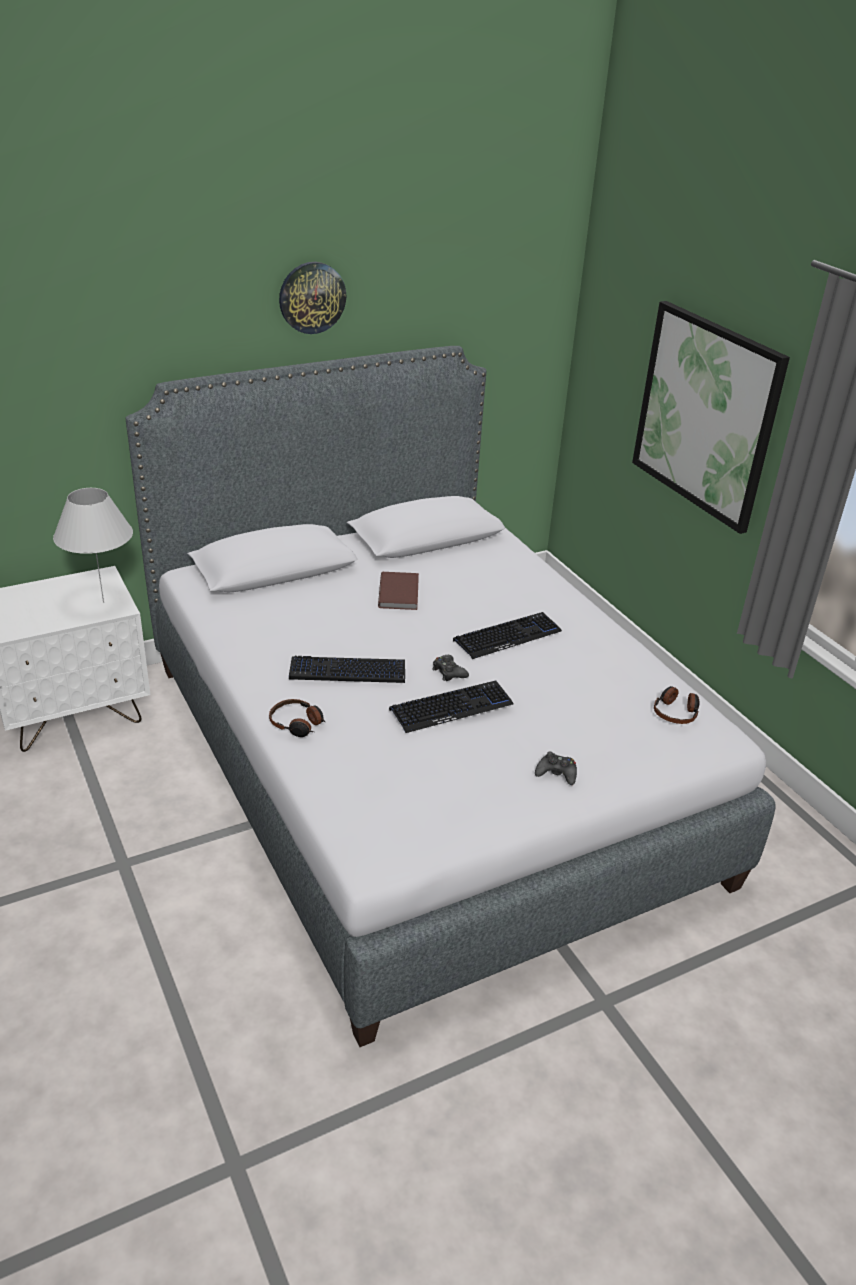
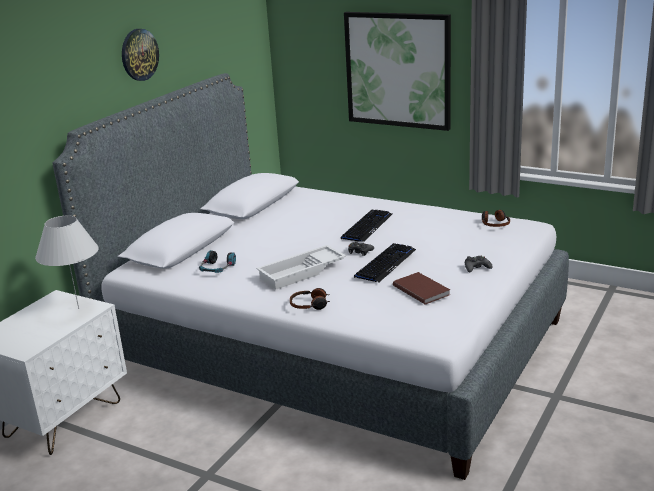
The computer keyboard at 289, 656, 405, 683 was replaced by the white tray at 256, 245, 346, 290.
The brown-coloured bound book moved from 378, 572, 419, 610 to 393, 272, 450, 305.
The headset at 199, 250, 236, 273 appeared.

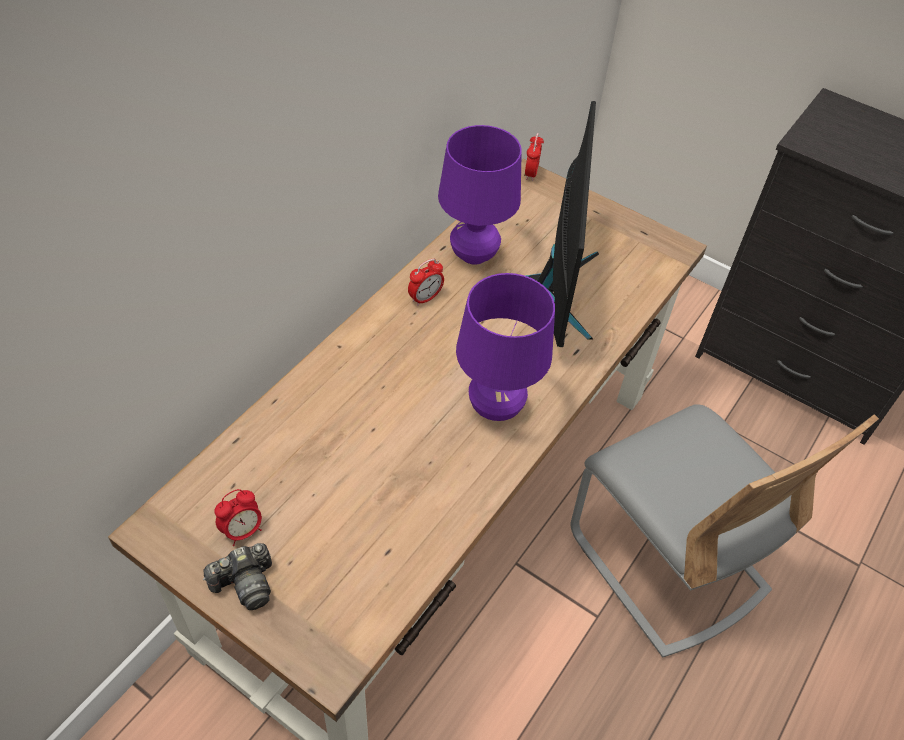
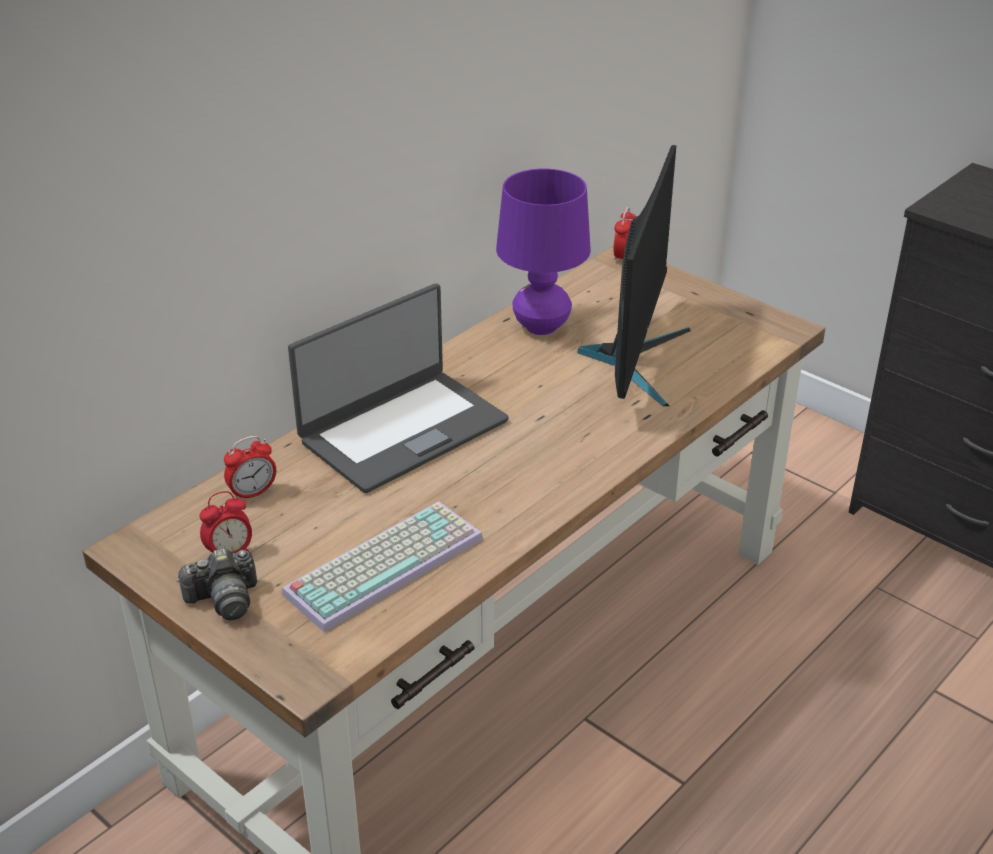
The table clock moved from 408, 258, 444, 306 to 224, 436, 276, 499.
The purple tabletop lamp at 456, 273, 555, 421 disappeared.
The greyish chair at 571, 404, 879, 657 disappeared.
The computer keyboard at 282, 501, 483, 633 appeared.
The portable computer at 288, 284, 508, 493 appeared.

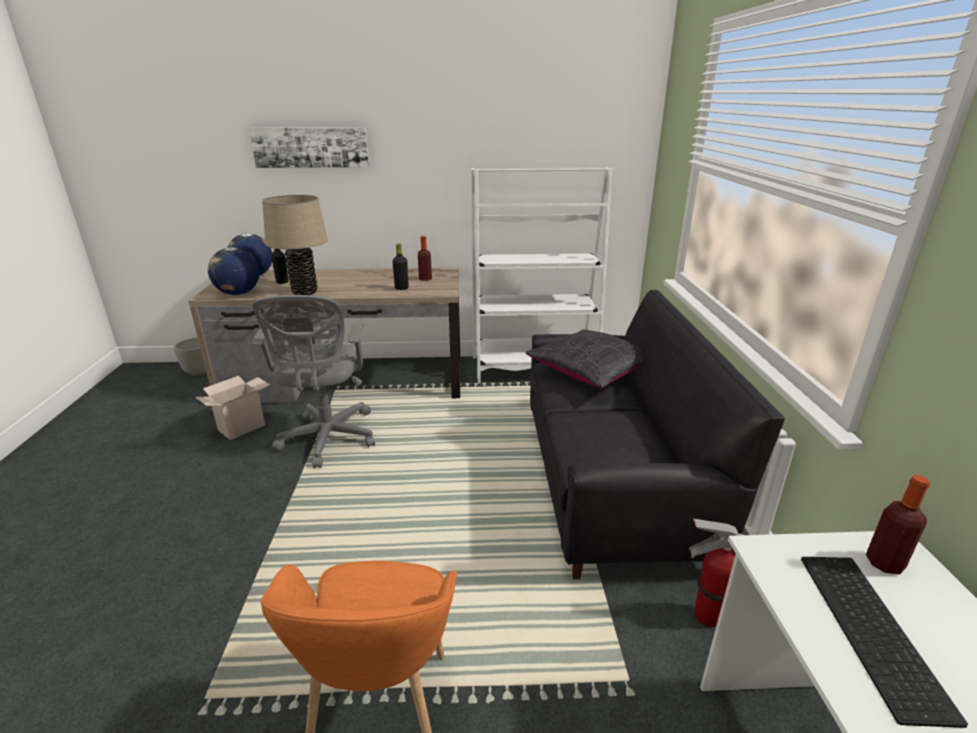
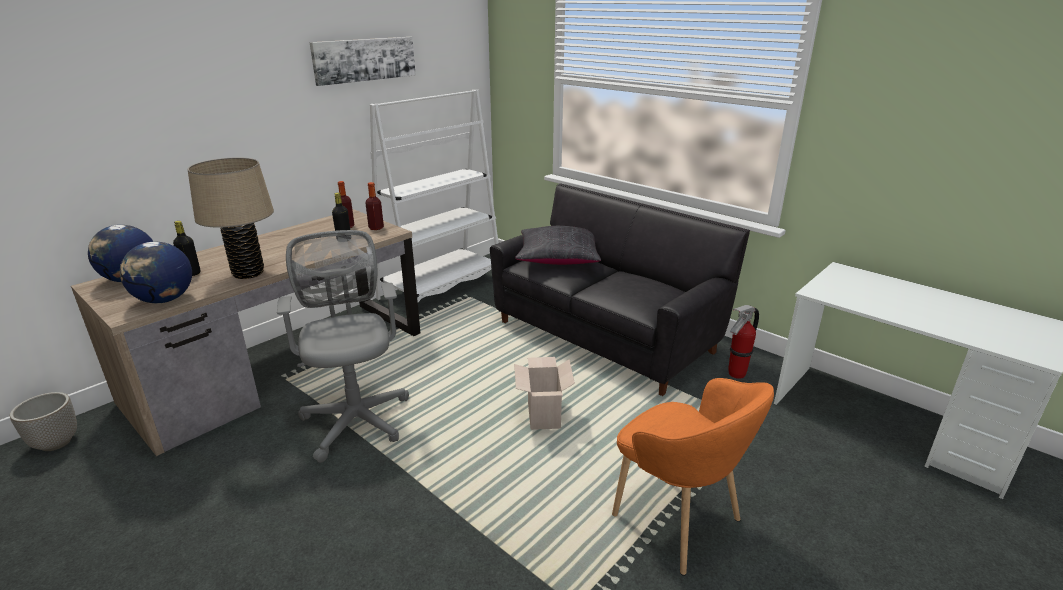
The carton moved from 195, 376, 270, 440 to 514, 357, 575, 430.
The wall art moved from 249, 127, 369, 168 to 309, 37, 416, 86.
The greyish computer chair at 251, 295, 375, 468 turned 150 degrees counterclockwise.
The computer keyboard at 801, 557, 968, 728 disappeared.
The drink bottle moved from 866, 475, 930, 575 to 365, 182, 384, 230.

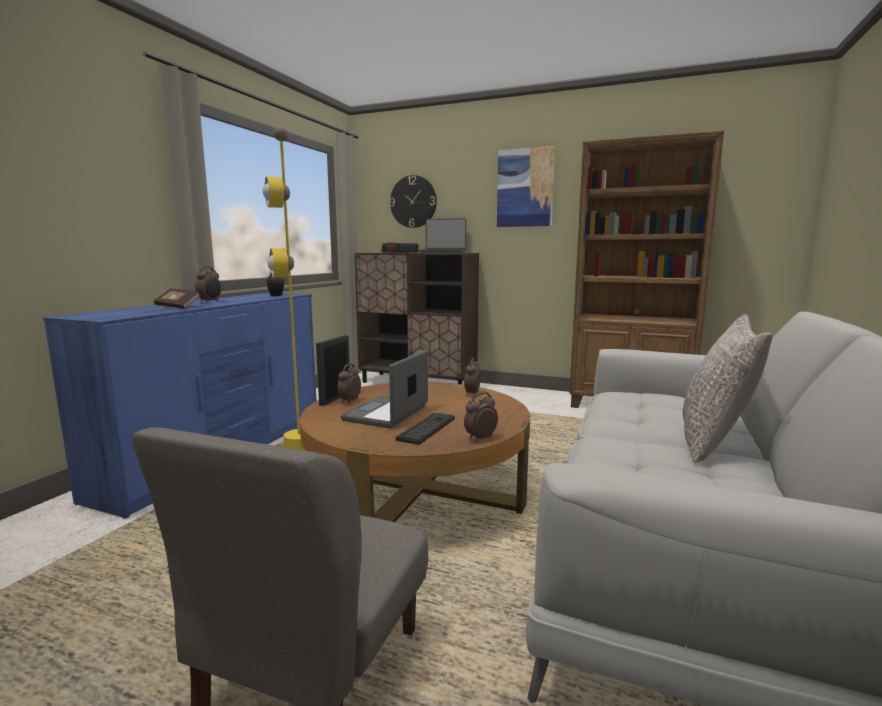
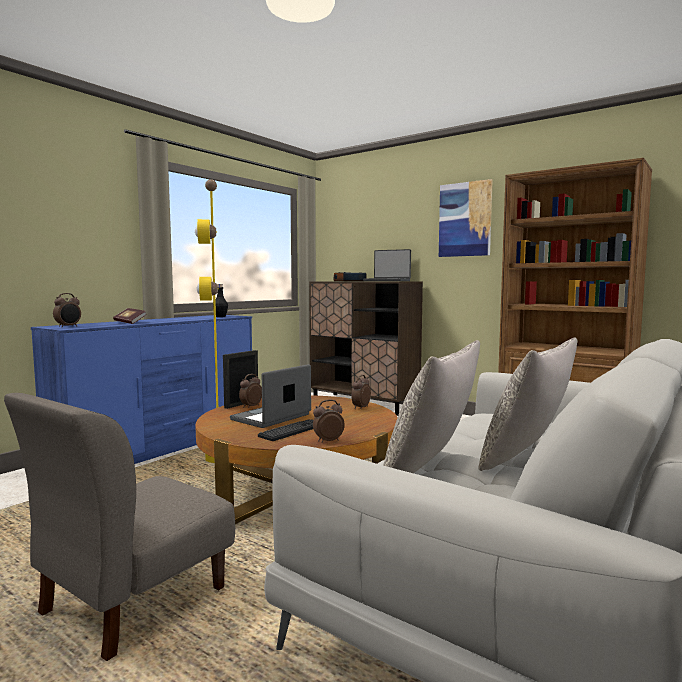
The table clock moved from 195, 266, 221, 303 to 53, 293, 81, 327.
The wall clock at 390, 175, 437, 228 disappeared.
The greyish throw pillow at 383, 340, 480, 473 appeared.

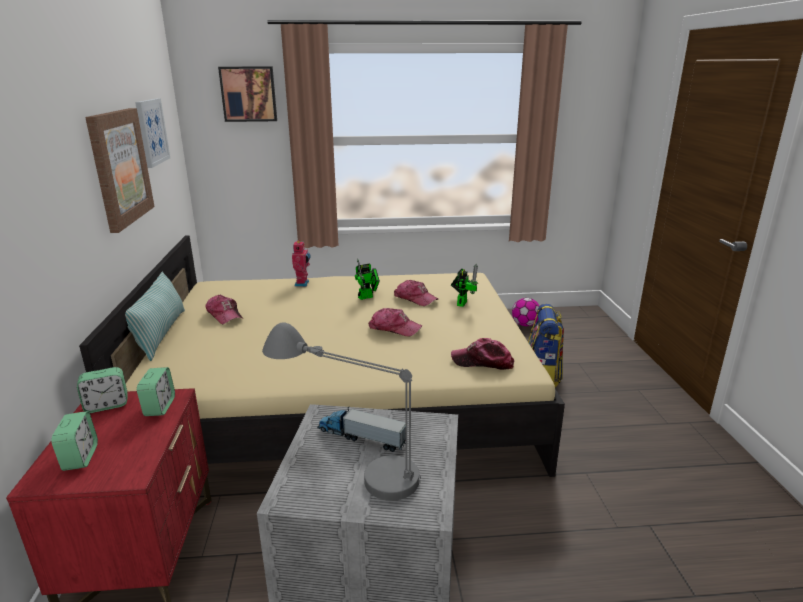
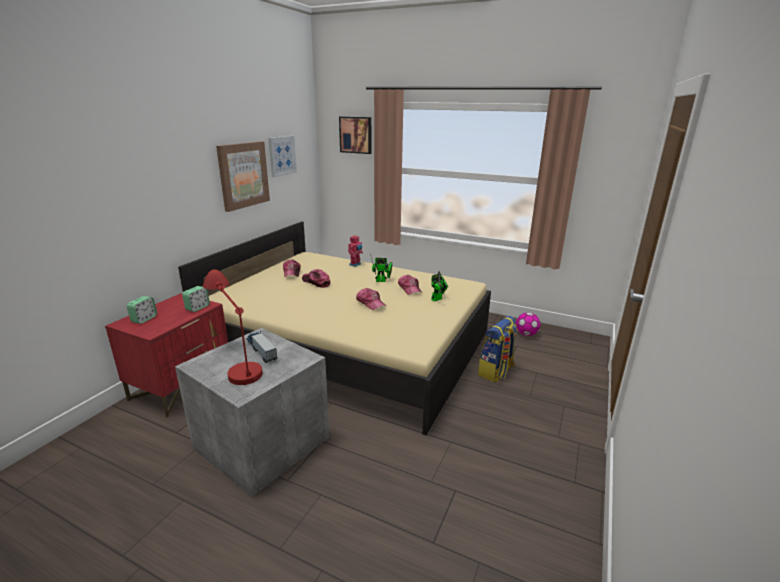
The table clock at 77, 367, 128, 413 disappeared.
The throw pillow at 125, 272, 185, 361 disappeared.
The greyish tabletop lamp at 262, 322, 421, 501 became the red-coloured tabletop lamp at 203, 269, 263, 385.
The cap moved from 451, 338, 514, 370 to 302, 269, 330, 288.

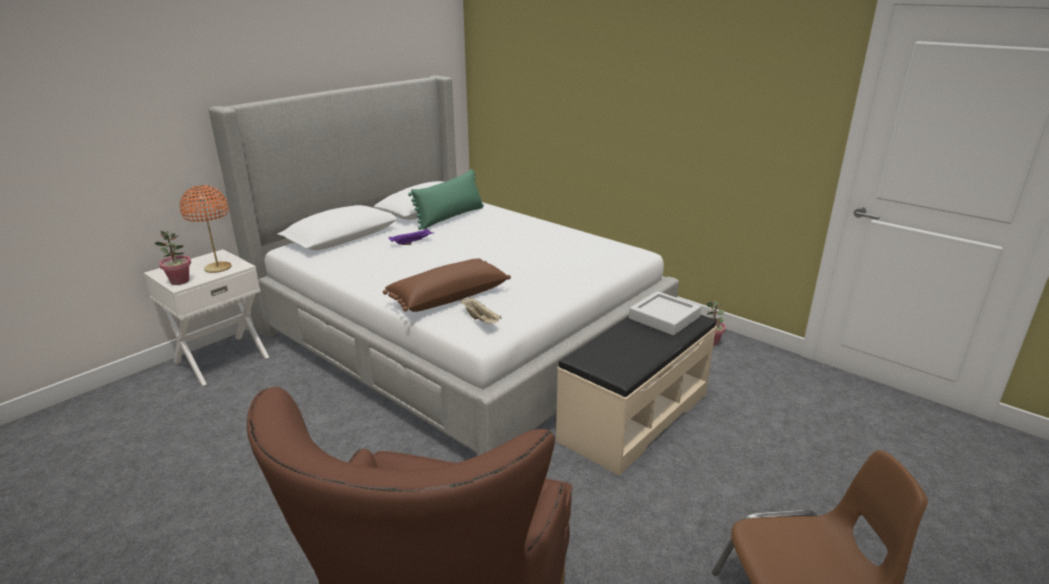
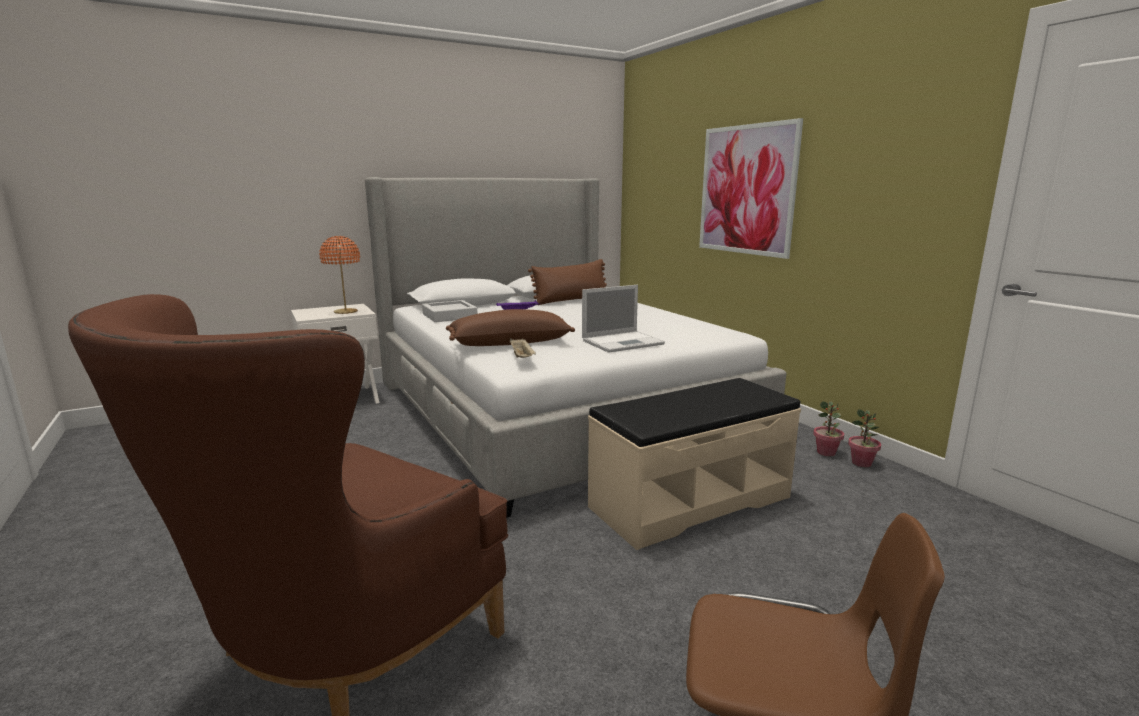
The houseplant moved from 154, 231, 191, 285 to 848, 409, 881, 467.
The greenish throw pillow at 408, 169, 484, 230 became the brown-coloured throw pillow at 528, 259, 607, 305.
The greyish tray moved from 629, 291, 701, 336 to 422, 300, 478, 322.
The portable computer at 582, 285, 665, 353 appeared.
The wall art at 699, 118, 803, 259 appeared.

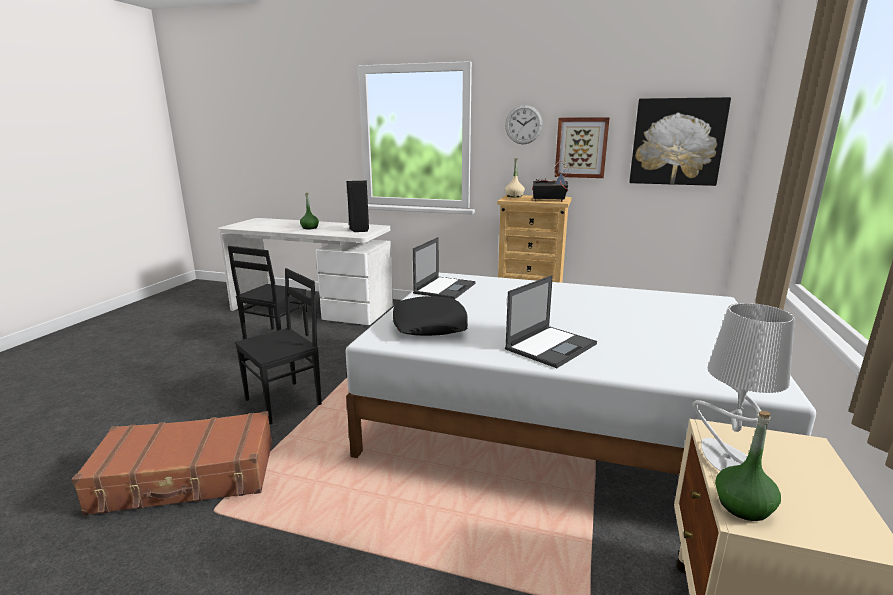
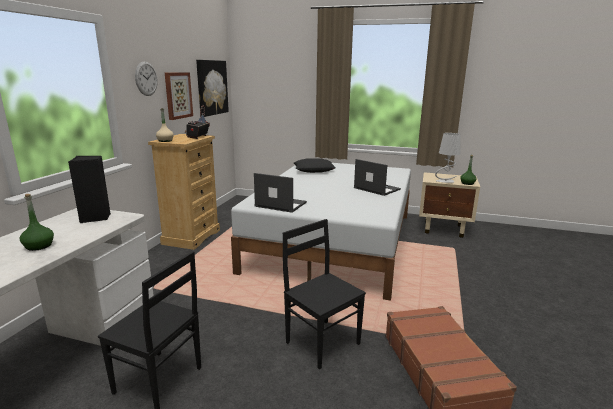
The black throw pillow moved from 393, 296, 468, 336 to 294, 159, 336, 173.

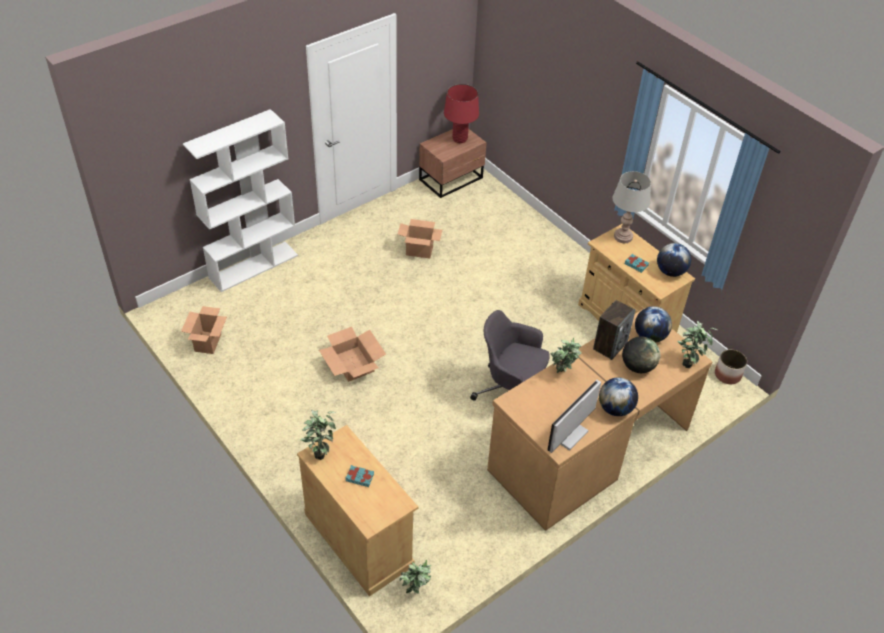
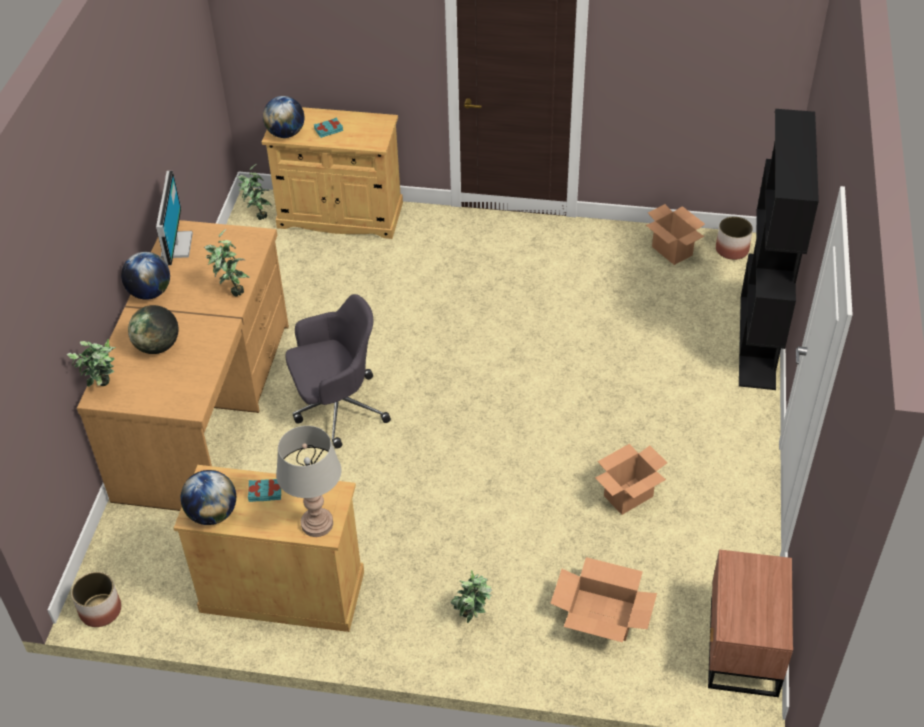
The white bookshelf at 183, 109, 298, 292 became the black bookshelf at 739, 109, 819, 390.
The houseplant moved from 300, 410, 336, 460 to 451, 571, 492, 623.
The carton moved from 319, 327, 386, 382 to 550, 557, 657, 643.
The red-coloured tabletop lamp at 444, 84, 479, 143 disappeared.
The speaker at 593, 300, 635, 360 disappeared.
The world globe moved from 635, 306, 672, 343 to 263, 96, 304, 138.
The flower pot at 716, 216, 753, 260 appeared.

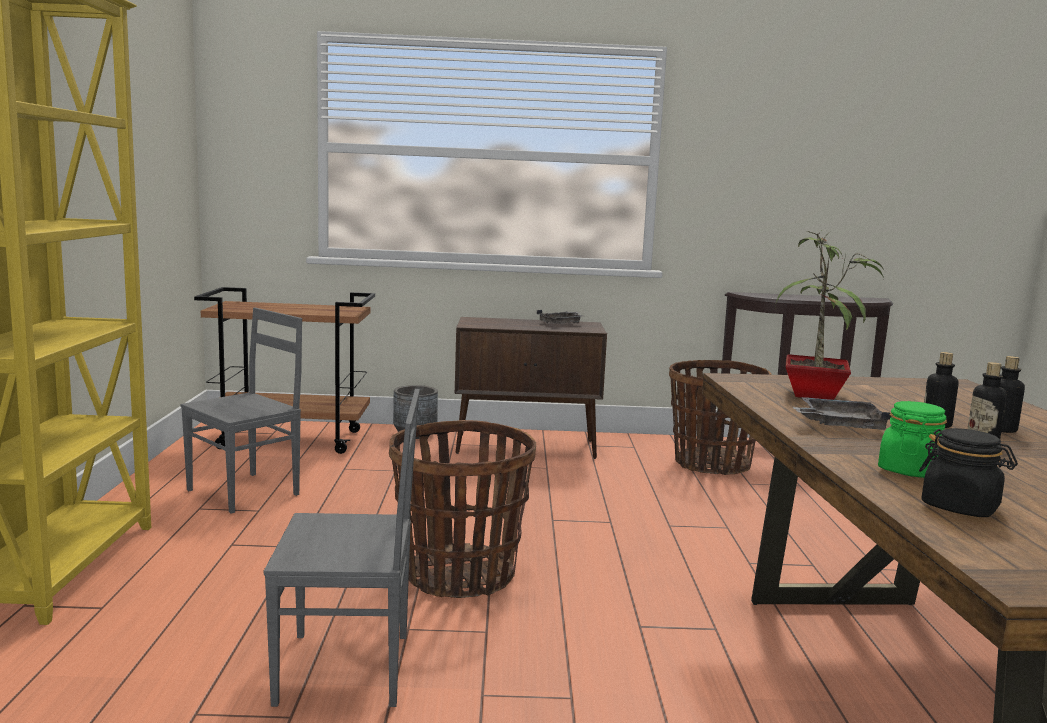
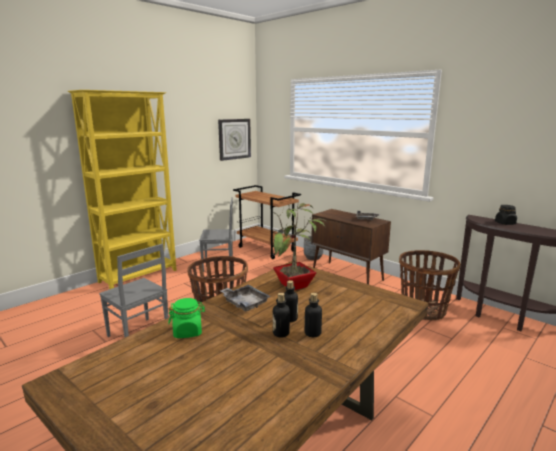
The black jar moved from 919, 428, 1018, 517 to 495, 205, 517, 225.
The wall clock at 218, 119, 251, 161 appeared.

